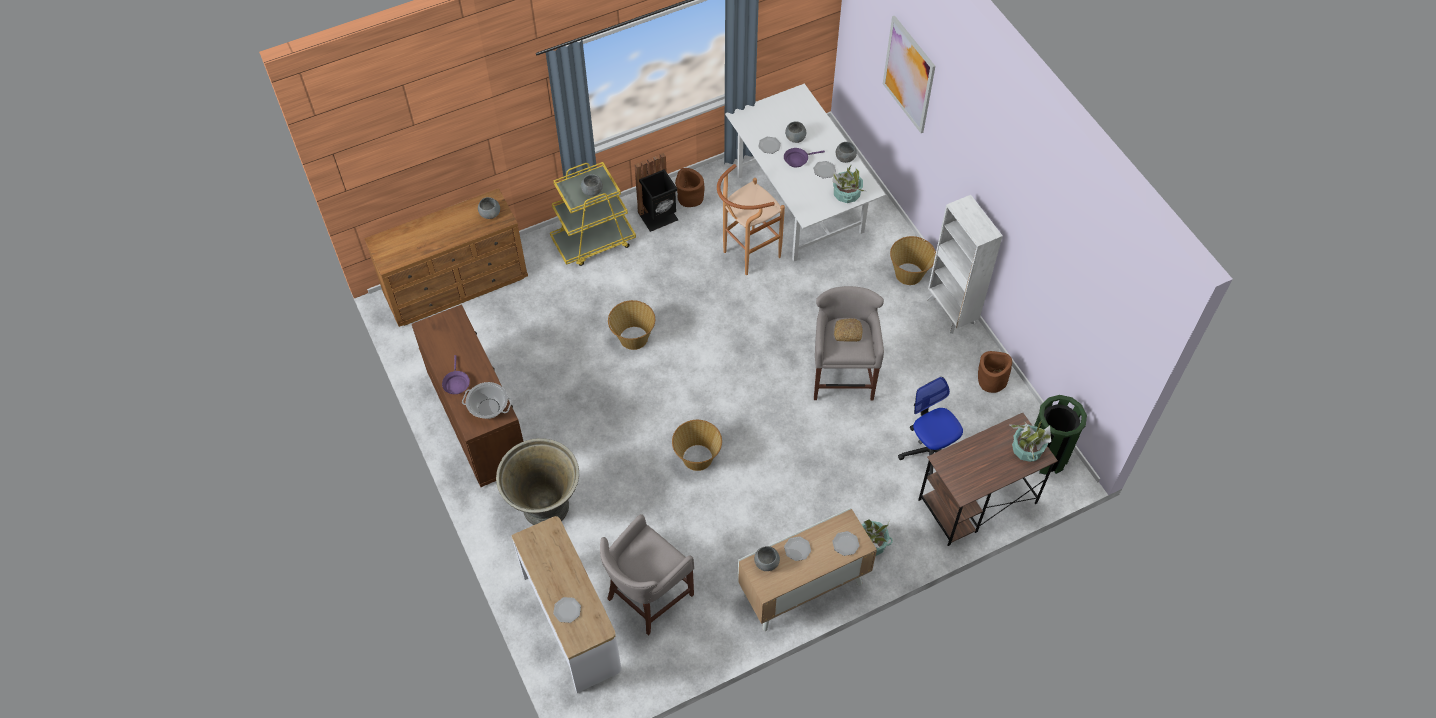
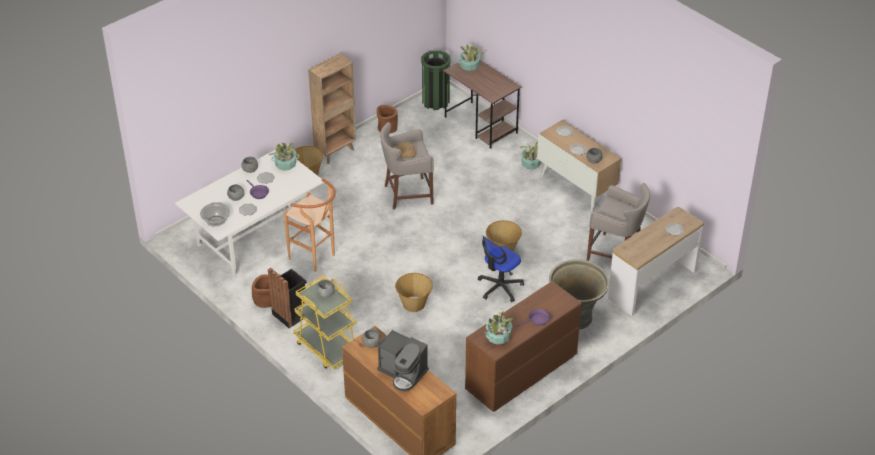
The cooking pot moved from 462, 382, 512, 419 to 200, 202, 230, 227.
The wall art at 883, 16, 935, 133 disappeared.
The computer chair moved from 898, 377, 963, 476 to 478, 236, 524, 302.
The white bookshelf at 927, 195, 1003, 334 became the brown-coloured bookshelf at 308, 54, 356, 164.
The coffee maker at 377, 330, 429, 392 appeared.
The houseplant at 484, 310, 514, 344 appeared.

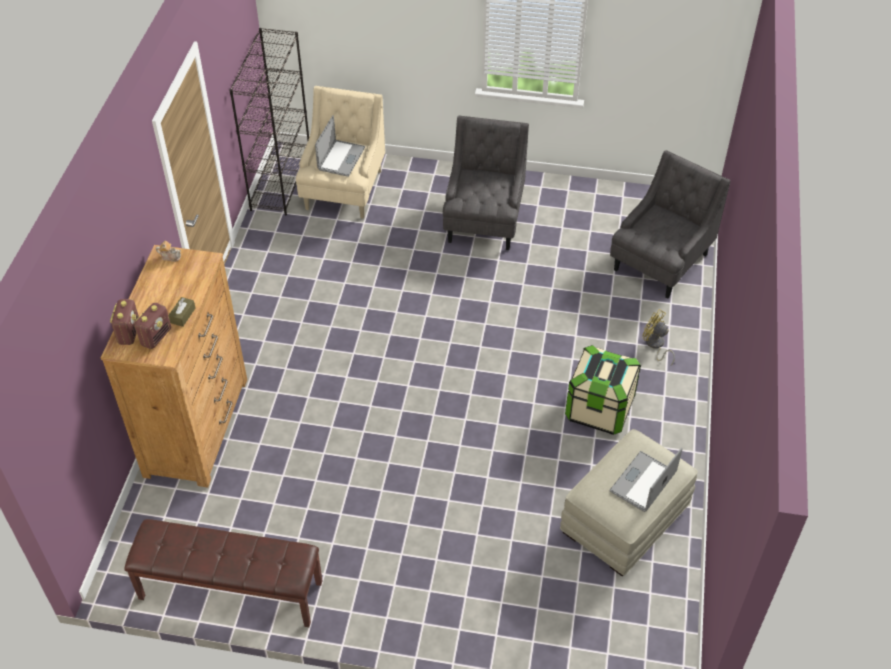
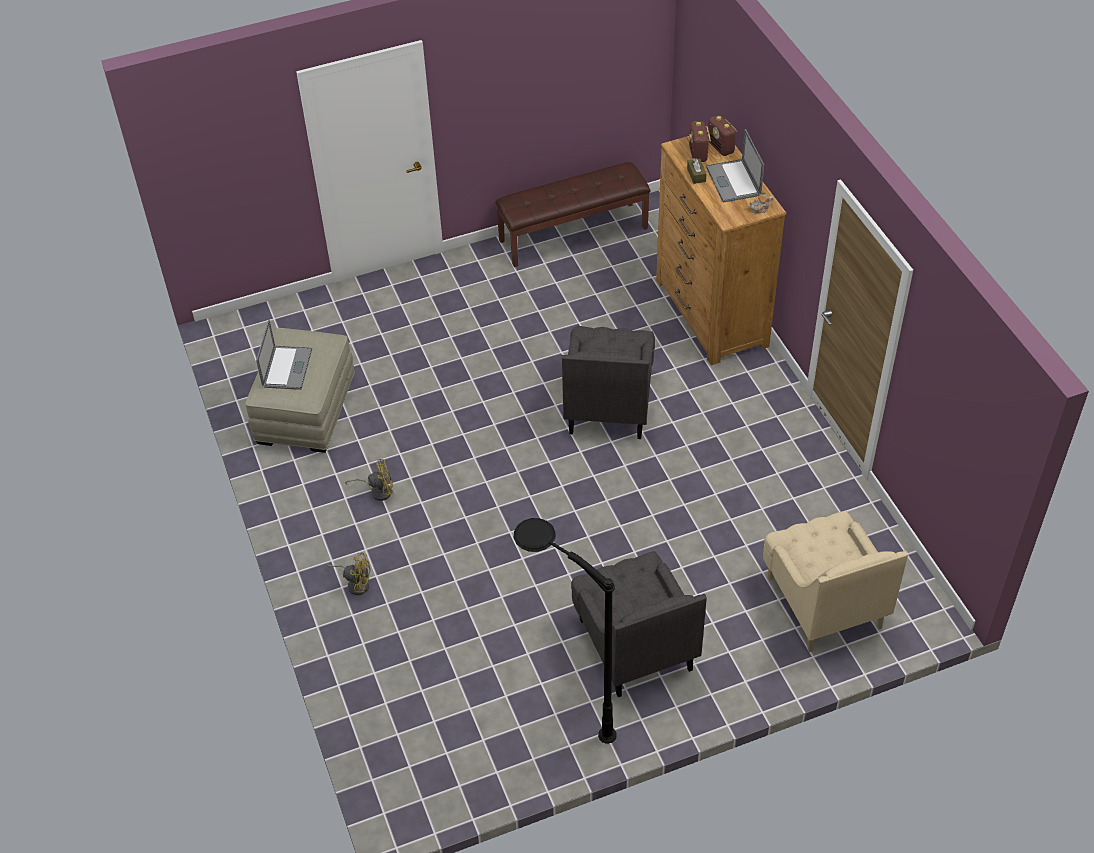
The black bookshelf at 229, 28, 309, 215 disappeared.
The portable computer moved from 315, 115, 365, 177 to 706, 129, 764, 202.
The storage bin at 565, 345, 641, 435 was replaced by the yellowish electric fan at 345, 458, 394, 501.
The greyish easy chair moved from 610, 150, 731, 298 to 562, 326, 655, 439.
The black standard lamp at 514, 518, 616, 744 appeared.

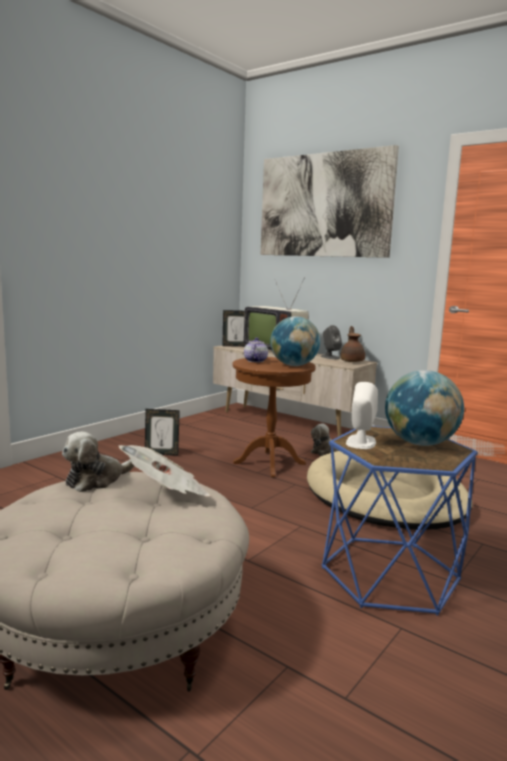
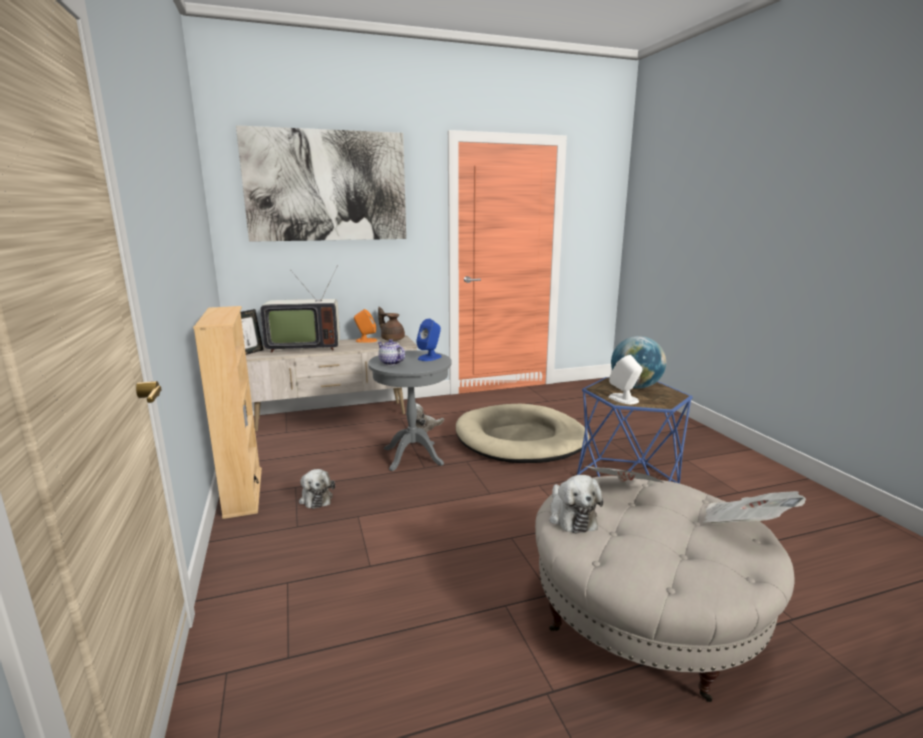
The photo frame at 145, 409, 180, 456 was replaced by the plush toy at 299, 469, 335, 509.
The brown-coloured side table at 233, 357, 316, 477 became the greyish side table at 368, 350, 451, 471.
The world globe at 270, 316, 320, 366 was replaced by the blue-coloured speaker at 416, 319, 442, 361.
The greyish speaker at 321, 325, 342, 359 became the orange speaker at 354, 309, 377, 343.
The beige-coloured bookshelf at 193, 306, 262, 519 appeared.
The daily paper at 703, 491, 806, 523 appeared.

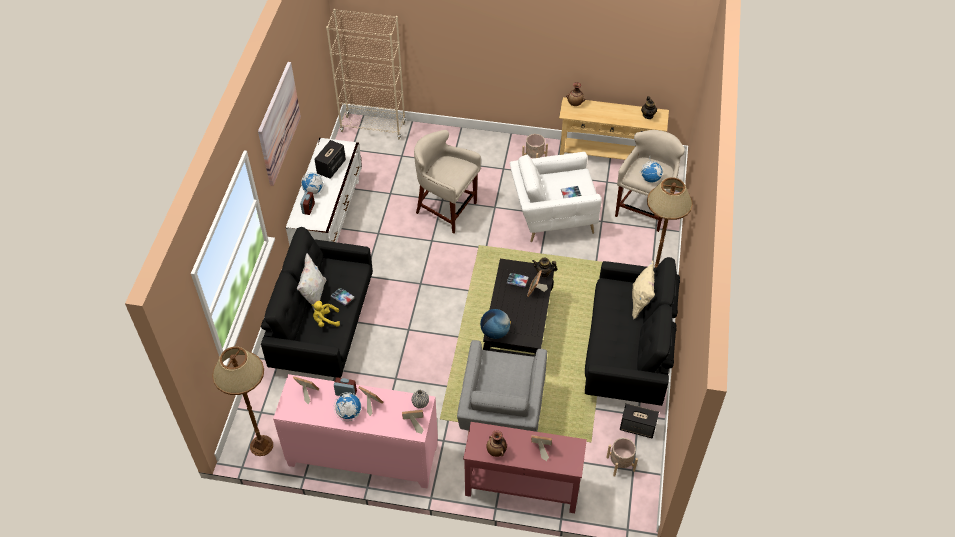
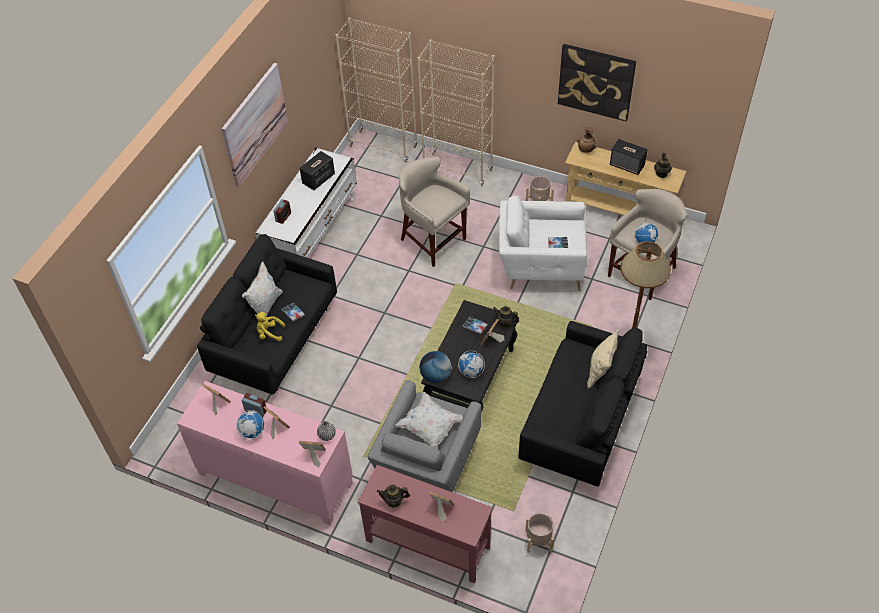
The brown-coloured standard lamp at 212, 346, 273, 456 disappeared.
The world globe moved from 301, 172, 324, 194 to 458, 351, 485, 378.
The flower vase at 486, 430, 507, 457 was replaced by the pot for tea at 377, 484, 410, 508.
The speaker moved from 620, 403, 659, 438 to 610, 139, 648, 175.
The white throw pillow at 395, 392, 463, 449 appeared.
The beige-coloured bookshelf at 417, 39, 495, 186 appeared.
The wall art at 558, 44, 636, 122 appeared.

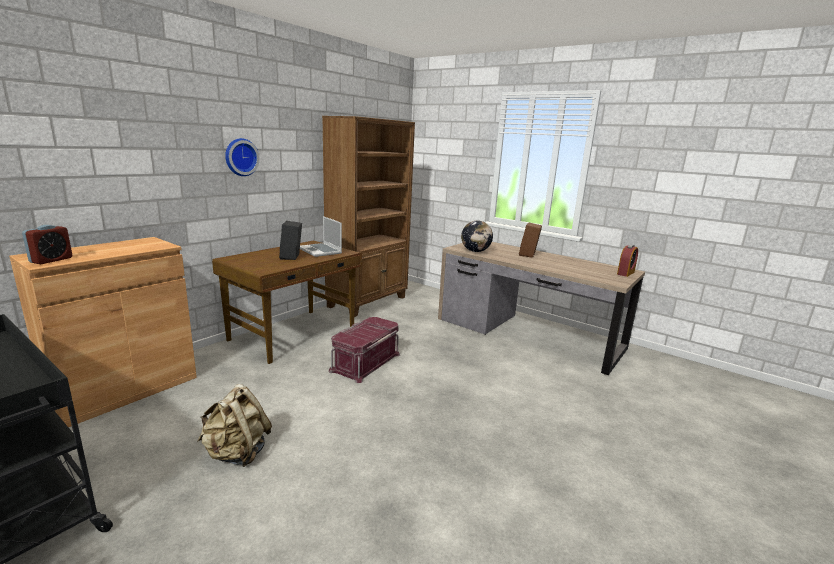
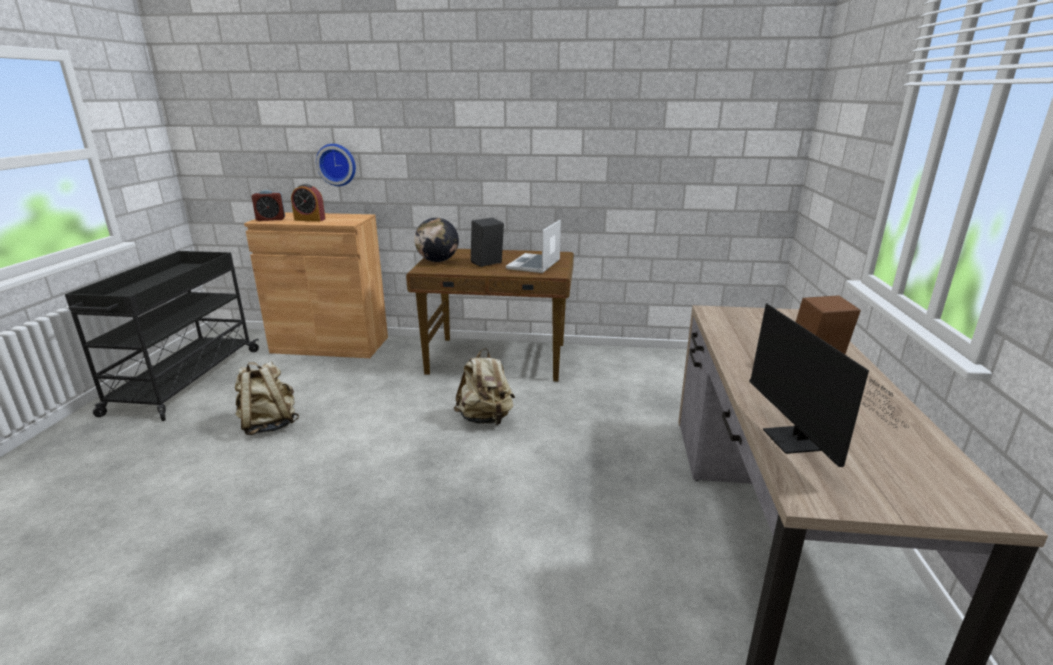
The wall clock moved from 225, 138, 260, 176 to 316, 144, 356, 186.
The brown-coloured bookshelf at 322, 116, 415, 317 disappeared.
The red-coloured storage bin at 329, 317, 400, 383 was replaced by the beige-coloured rucksack at 454, 348, 515, 425.
The world globe moved from 461, 220, 493, 252 to 414, 218, 459, 262.
The table clock moved from 617, 245, 638, 277 to 291, 184, 325, 222.
The computer display at 749, 303, 909, 467 appeared.

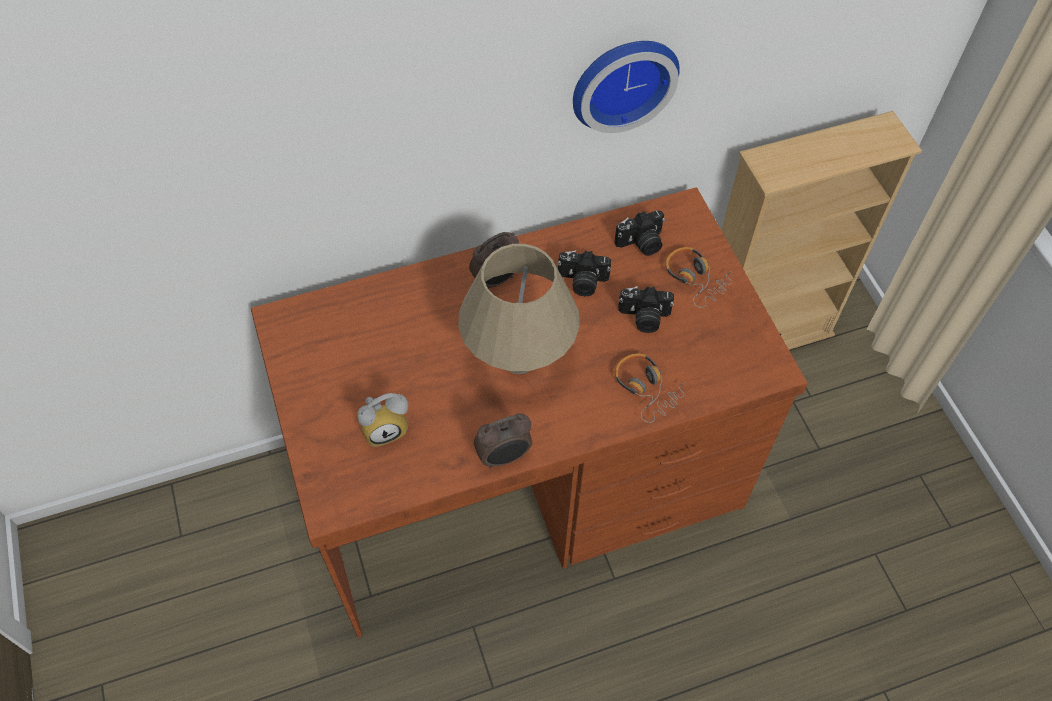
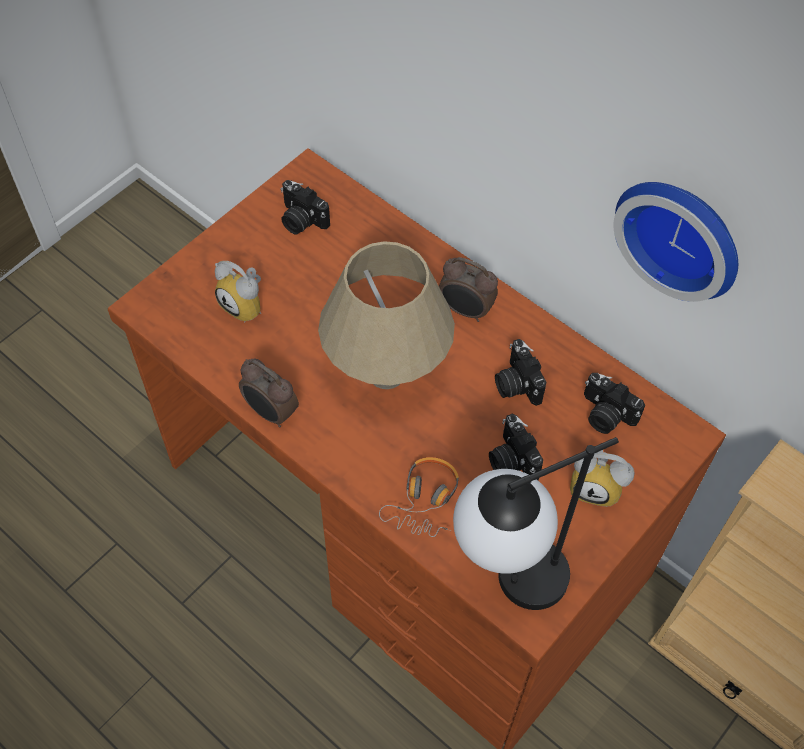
The headset at 665, 247, 732, 308 was replaced by the table clock at 570, 450, 635, 507.
The still camera at 281, 180, 330, 235 appeared.
The tabletop lamp at 453, 437, 619, 610 appeared.

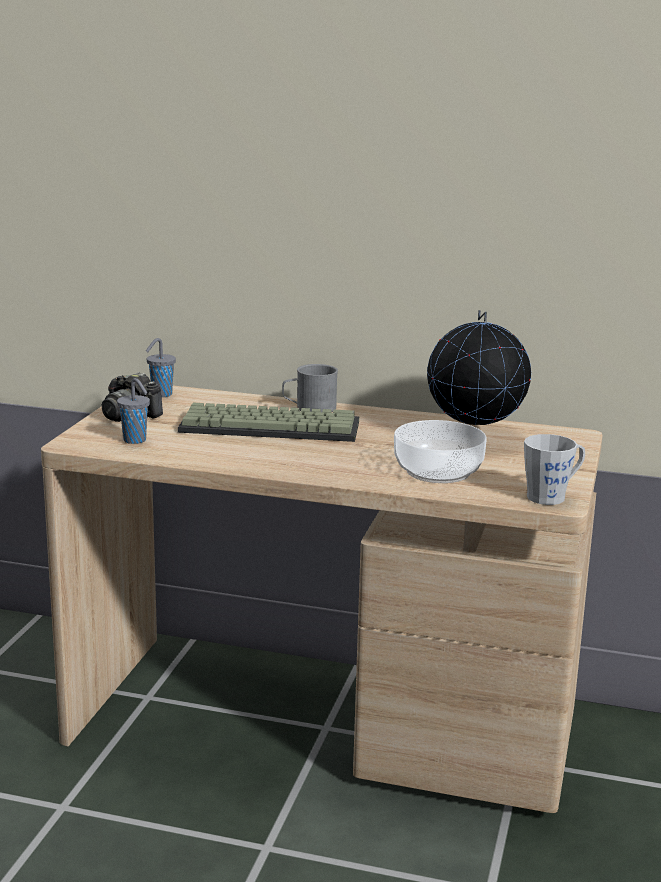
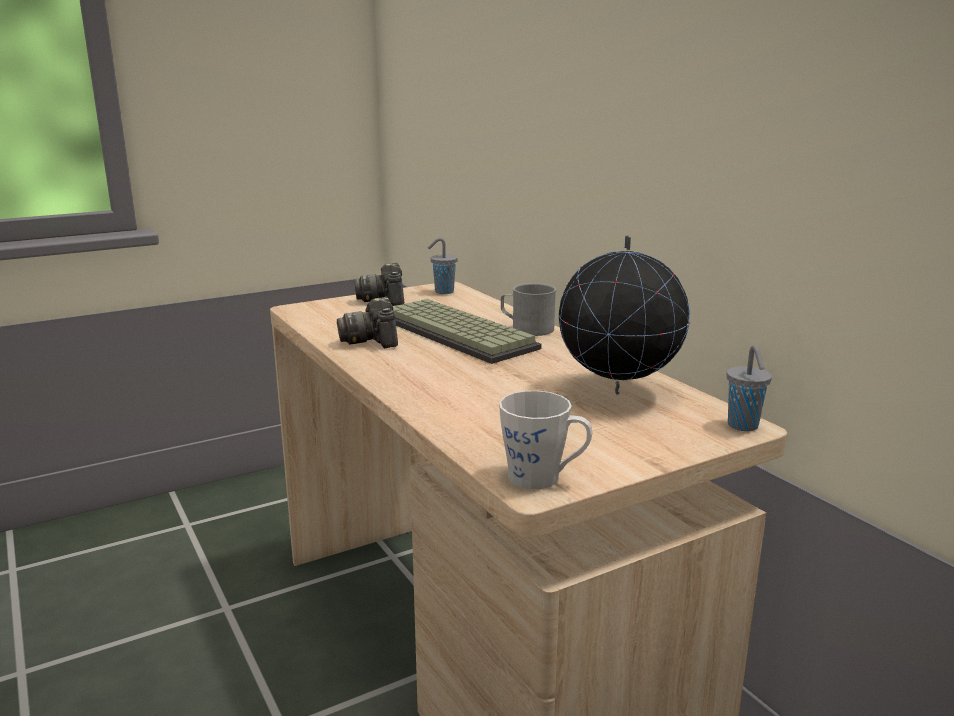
The greyish cup moved from 117, 378, 150, 444 to 726, 345, 772, 431.
The serving bowl at 394, 420, 487, 483 disappeared.
The still camera at 337, 297, 398, 348 appeared.

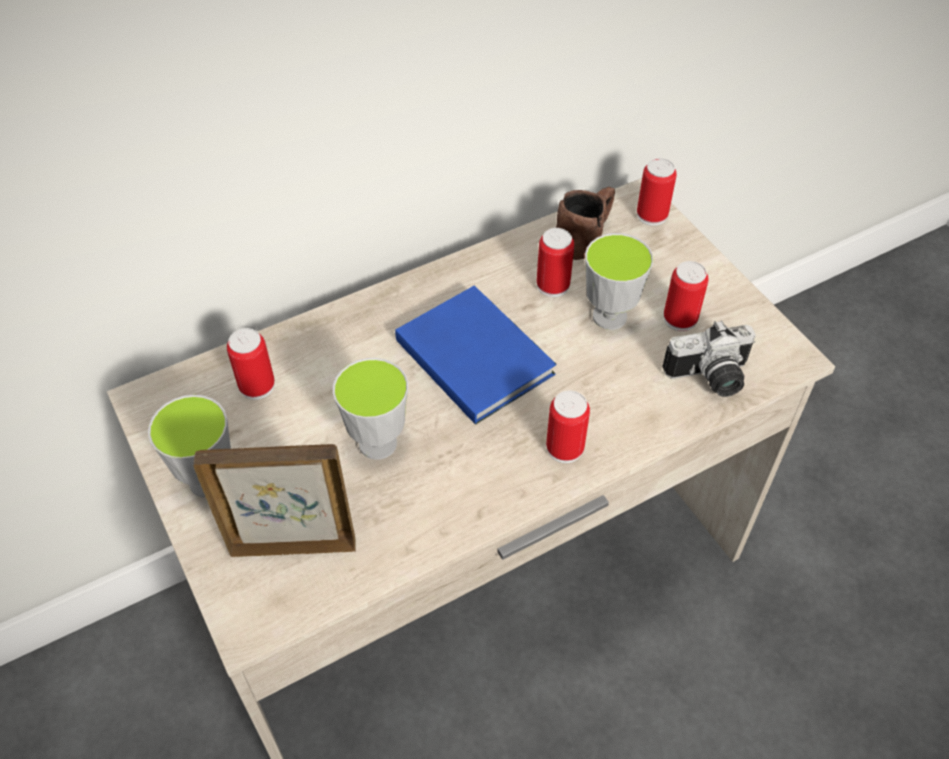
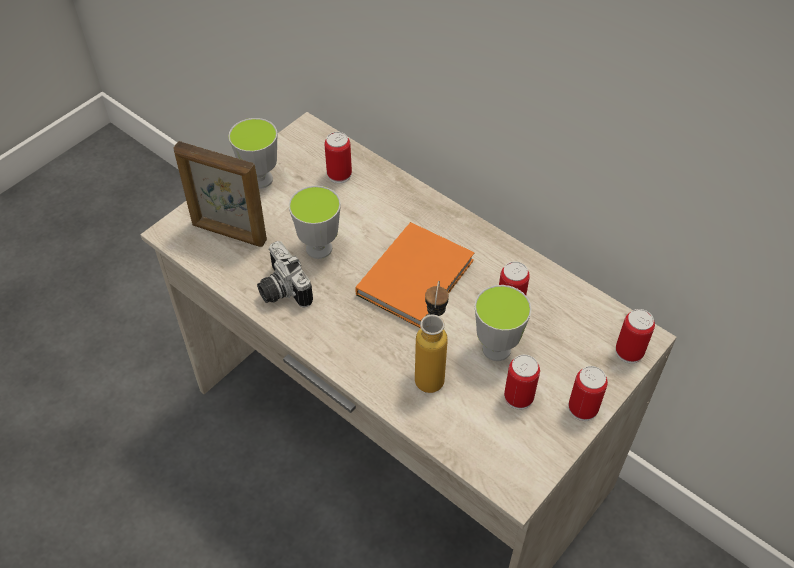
The photo frame at 193, 444, 356, 557 turned 135 degrees clockwise.
The blue-coloured bound book at 395, 286, 556, 425 became the orange bound book at 355, 222, 474, 328.
The metal can moved from 546, 391, 590, 463 to 568, 366, 608, 421.
The brown-coloured coffee mug at 556, 187, 615, 260 disappeared.
The still camera moved from 662, 320, 756, 397 to 257, 241, 313, 307.
The drink bottle at 415, 281, 449, 393 appeared.

